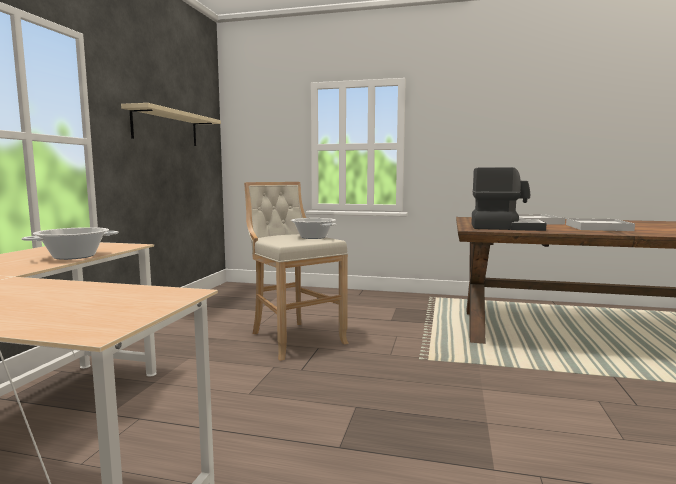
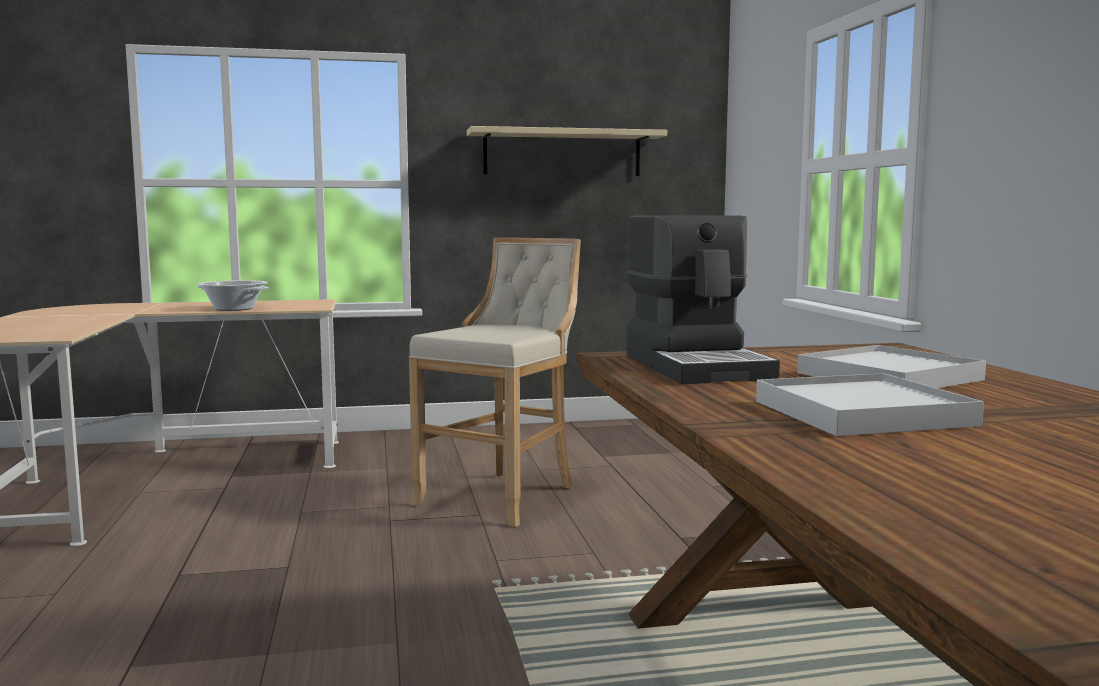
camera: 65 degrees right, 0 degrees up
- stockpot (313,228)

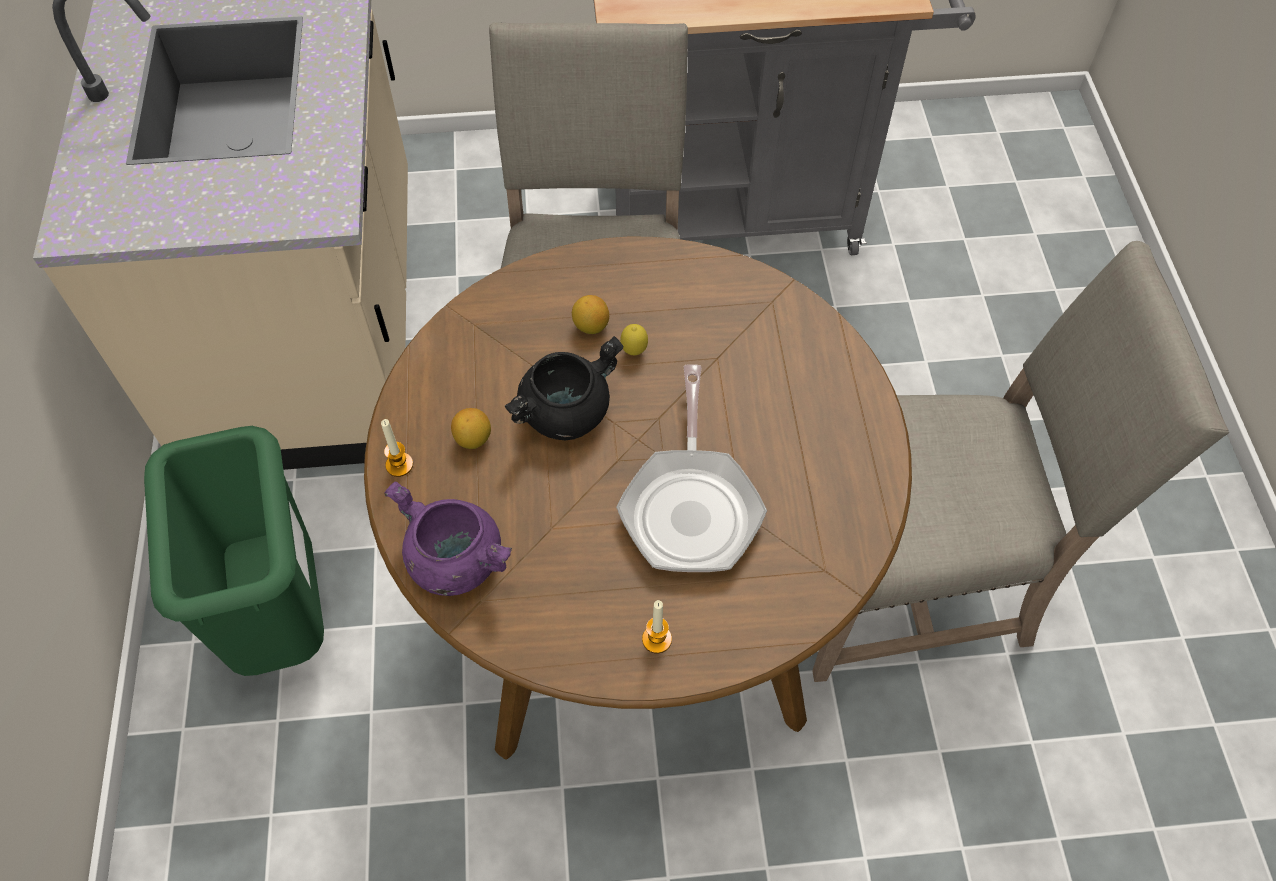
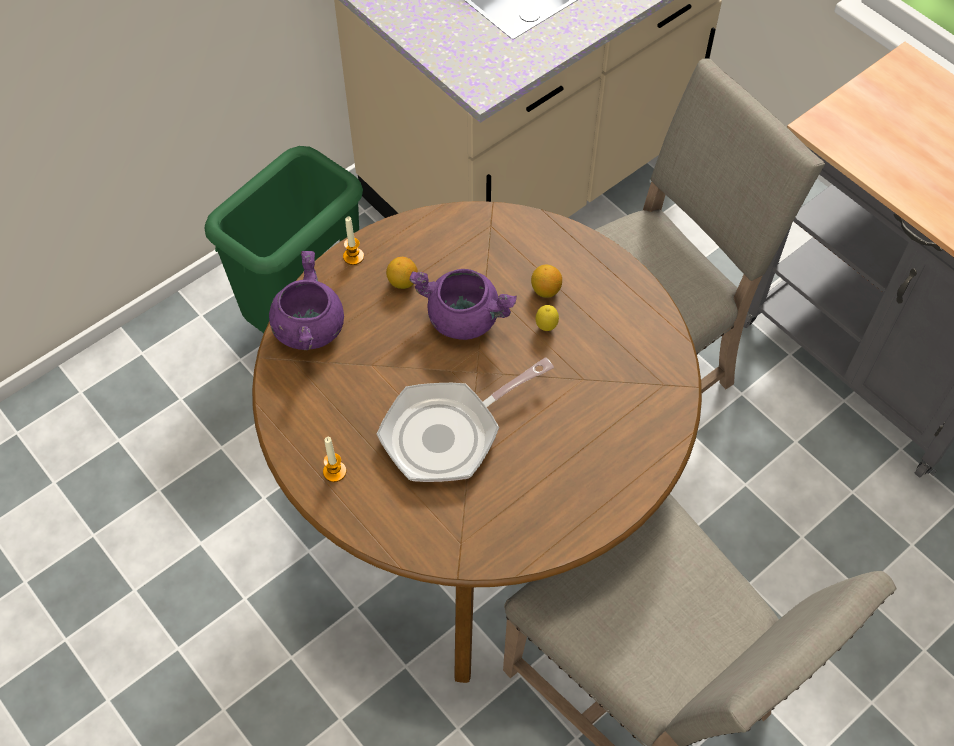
camera: 55 degrees right, 0 degrees up
~ stockpot (blackish) (564,388) to stockpot (purple) (463,304)

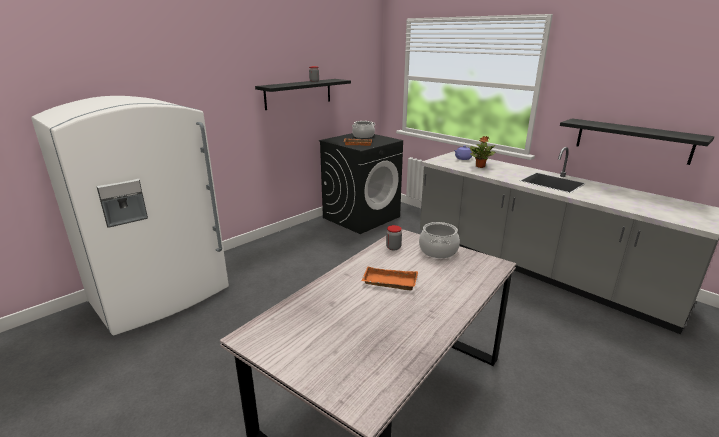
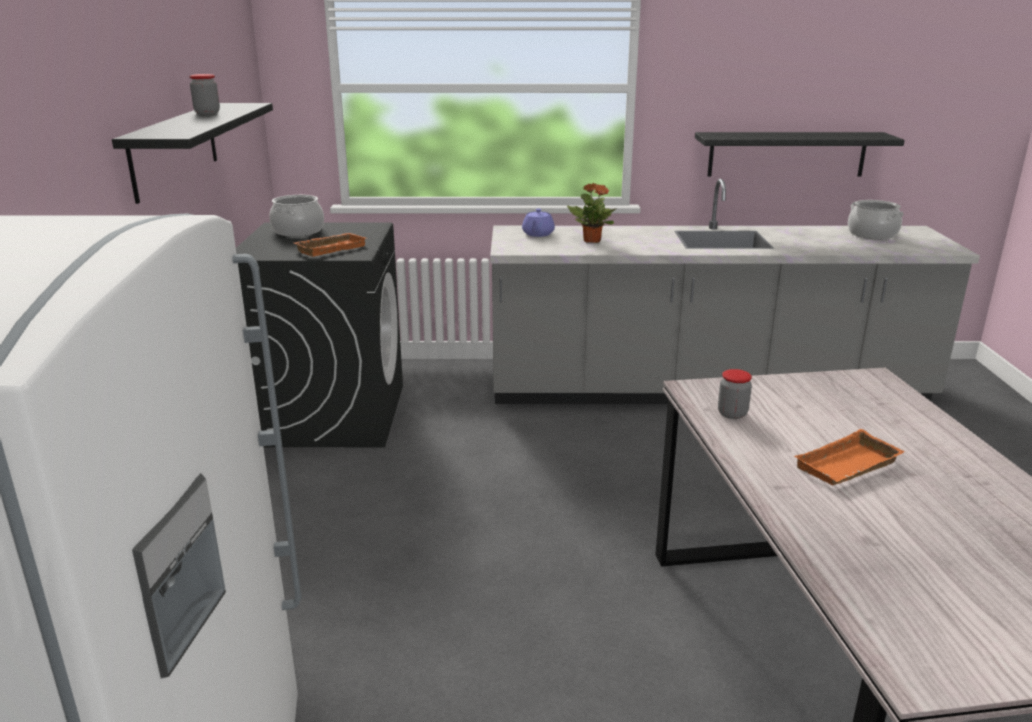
camera: 45 degrees left, 0 degrees up
~ stockpot (439,240) to (876,219)

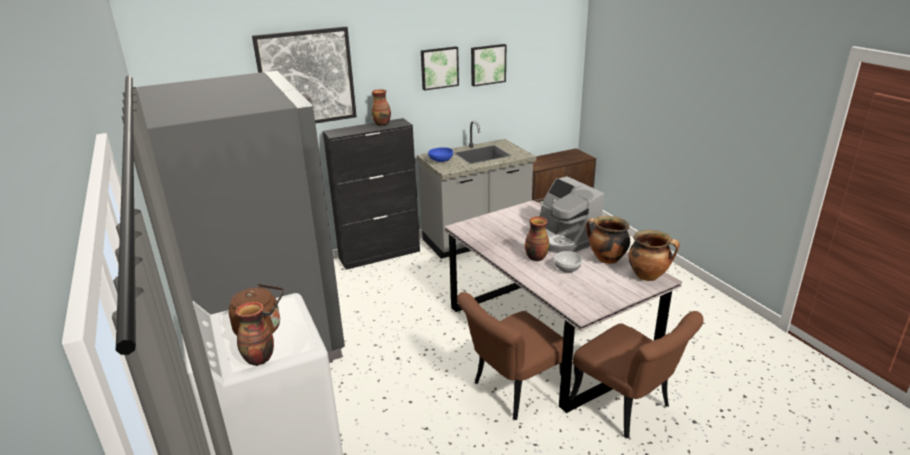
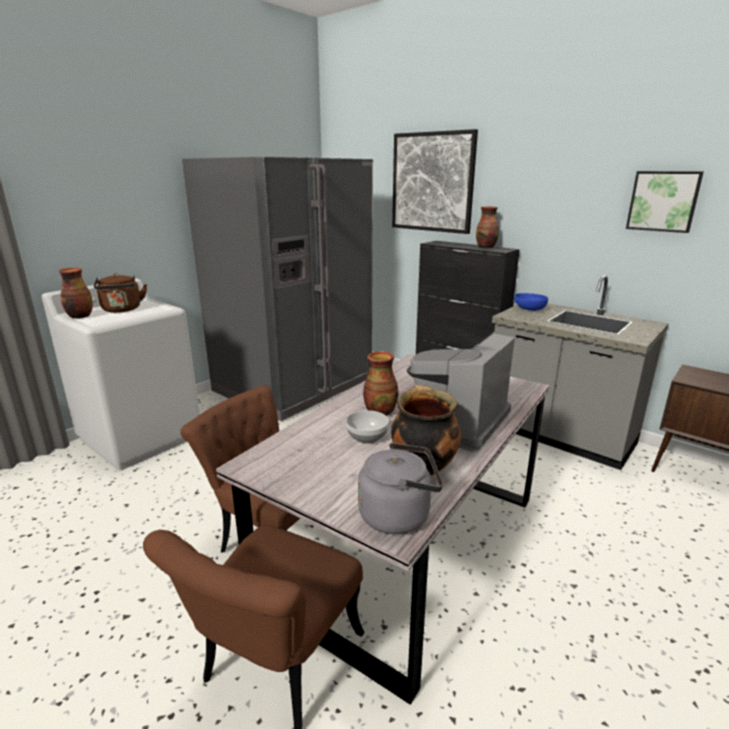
camera: 65 degrees right, 5 degrees down
~ stockpot (654,255) to water kettle (greyish) (400,488)
- wall art (440,68)

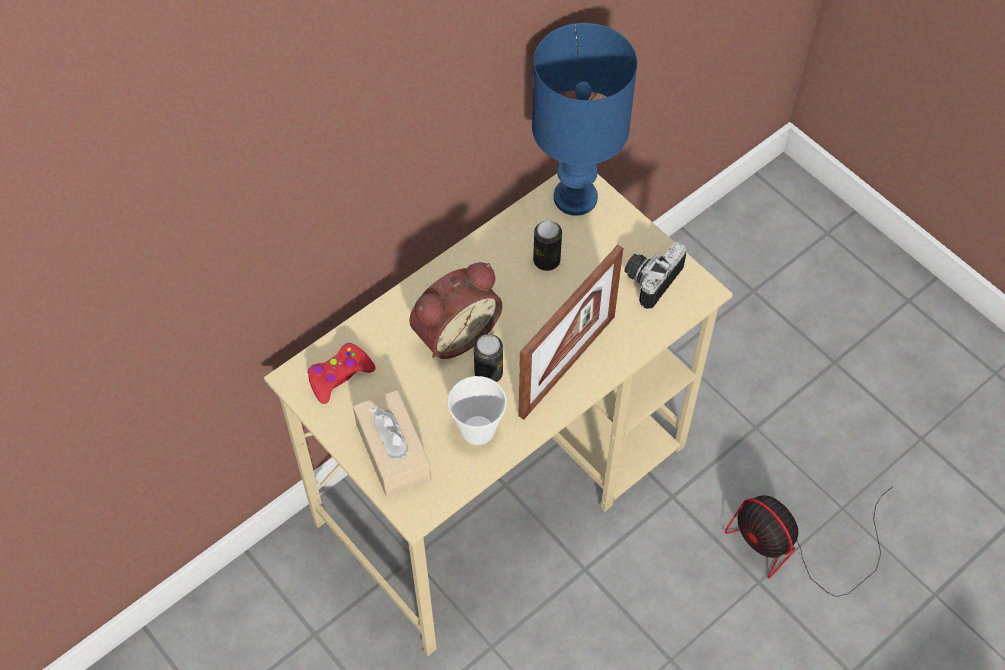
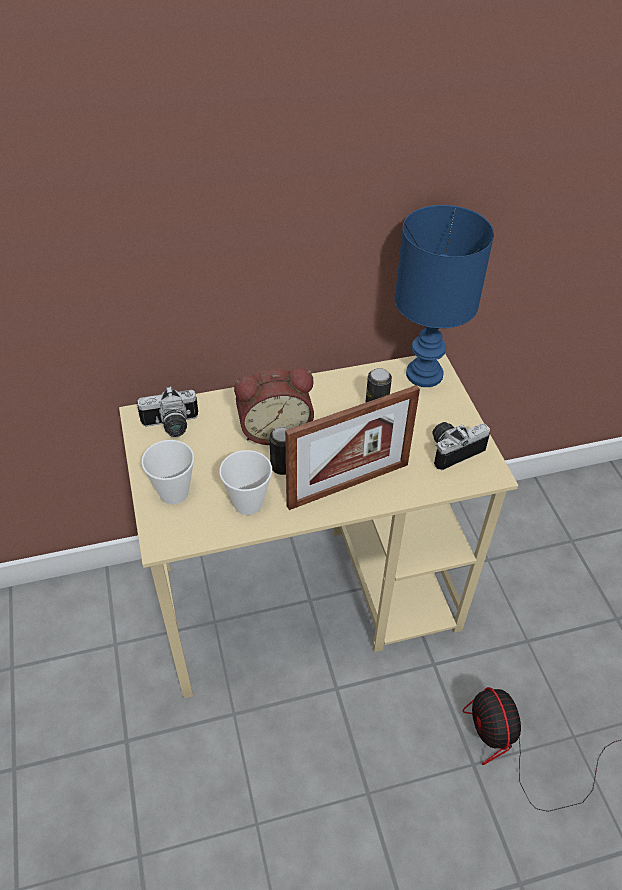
camera: 25 degrees right, 10 degrees down
~ game controller (red) (341,373) to still camera (167,411)
~ tissue holder (beige) (392,444) to drinking cup (167,472)

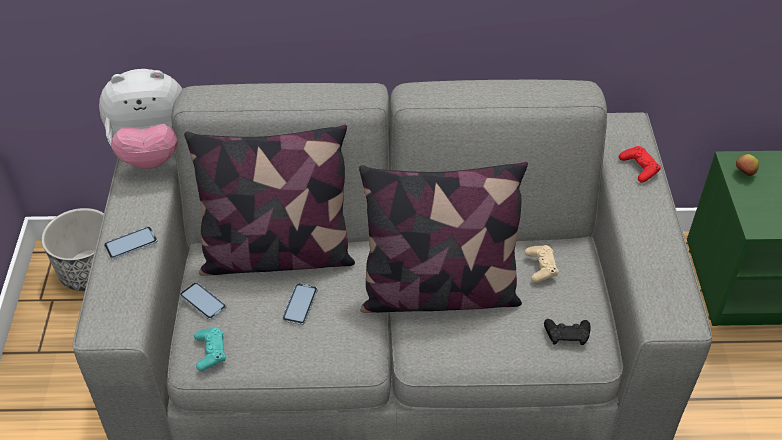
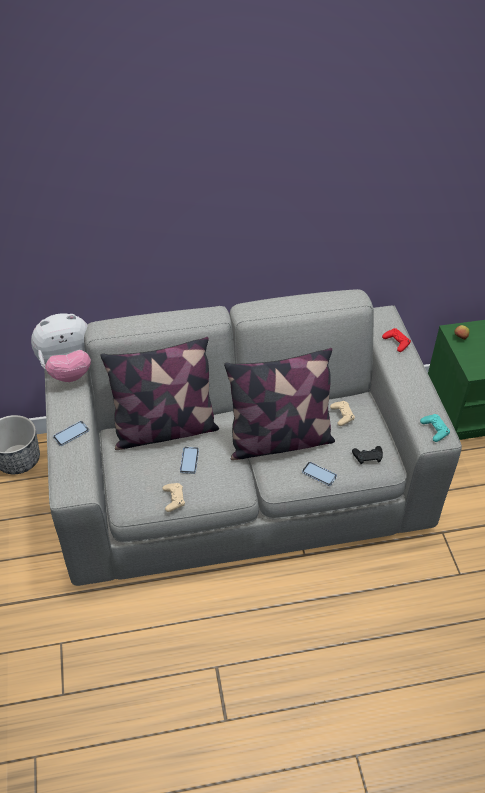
camera: 10 degrees left, 0 degrees up
+ game controller (beige) (173,497)
~ handset (203,301) to (319,474)
~ game controller (turquoise-coloured) (210,349) to (435,428)

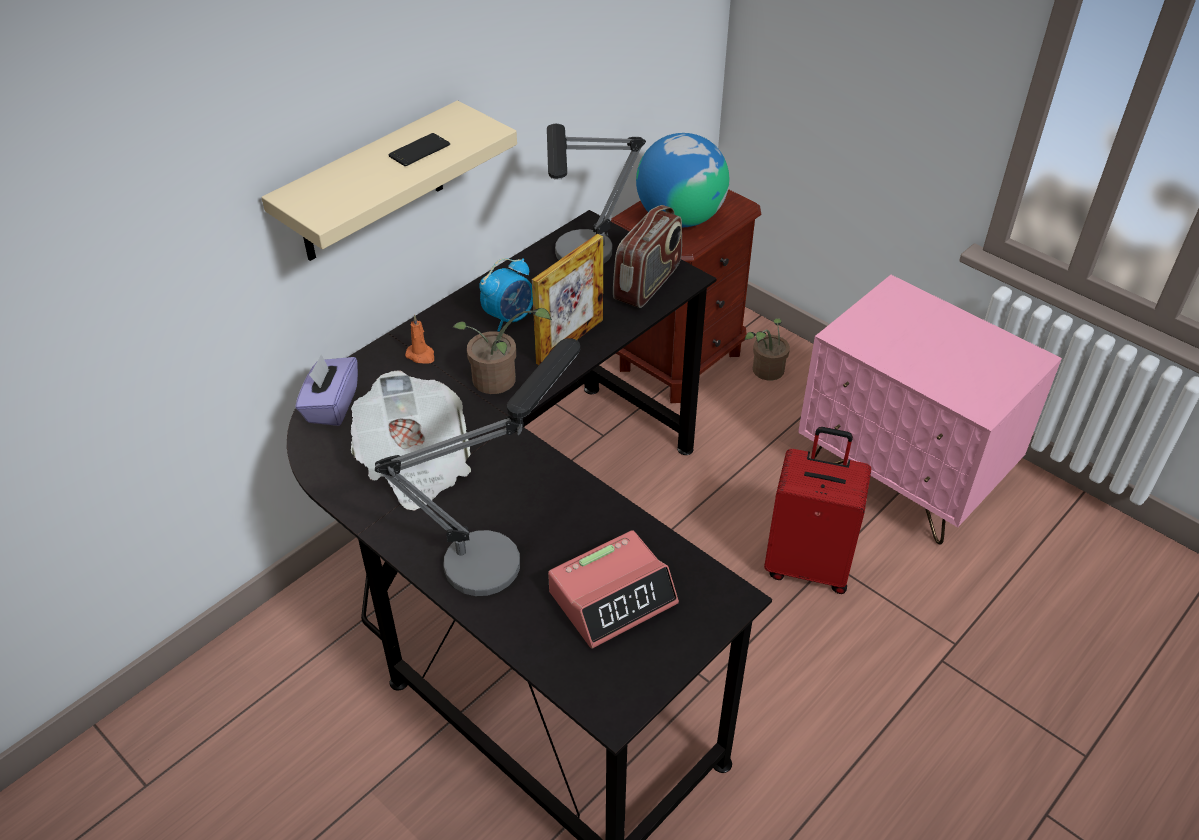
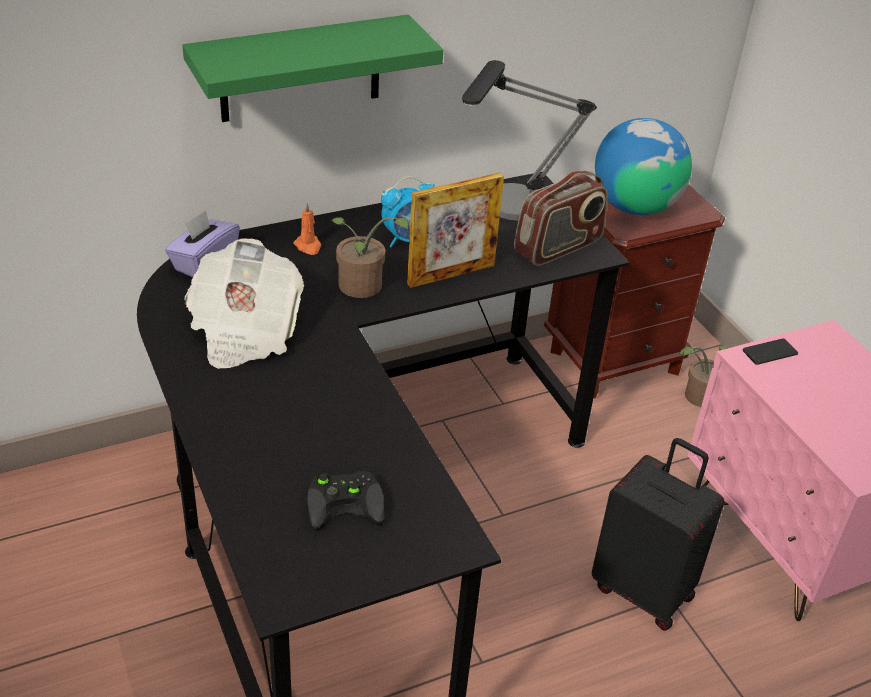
camera: 20 degrees right, 5 degrees down
~ bracket shelf (beige) (389,180) to bracket shelf (green-coloured) (312,68)
~ bedside clock (613,589) to game controller (blackish) (346,501)
~ piece of luggage (red) (817,510) to piece of luggage (blackish) (658,534)
~ handset (419,149) to (770,351)
- table lamp (477,467)

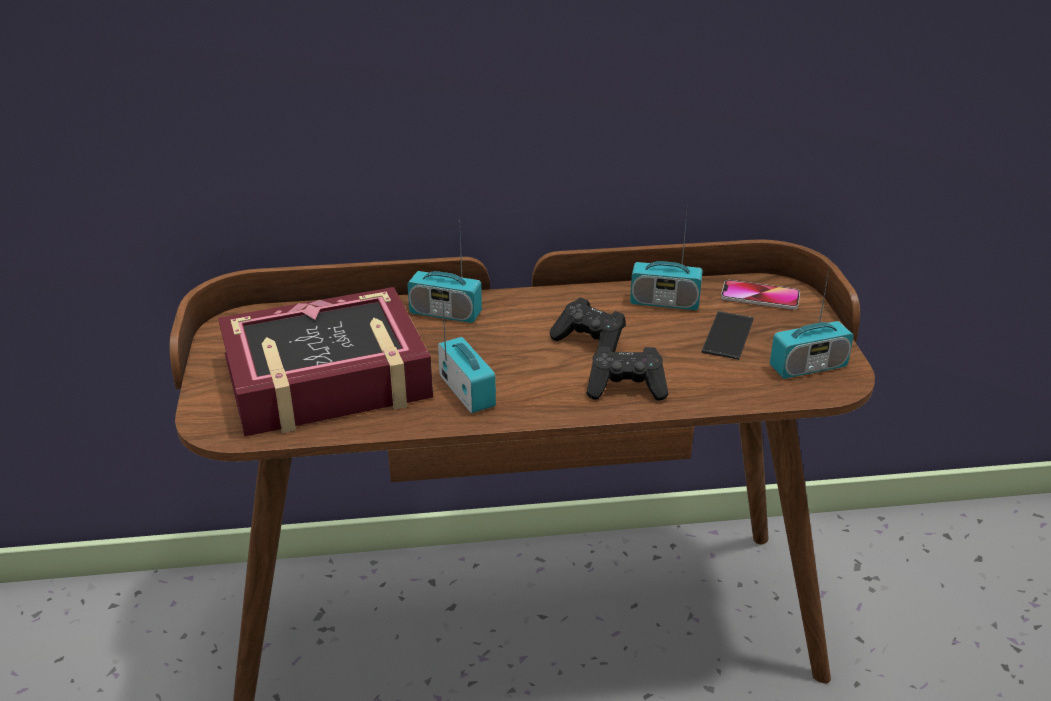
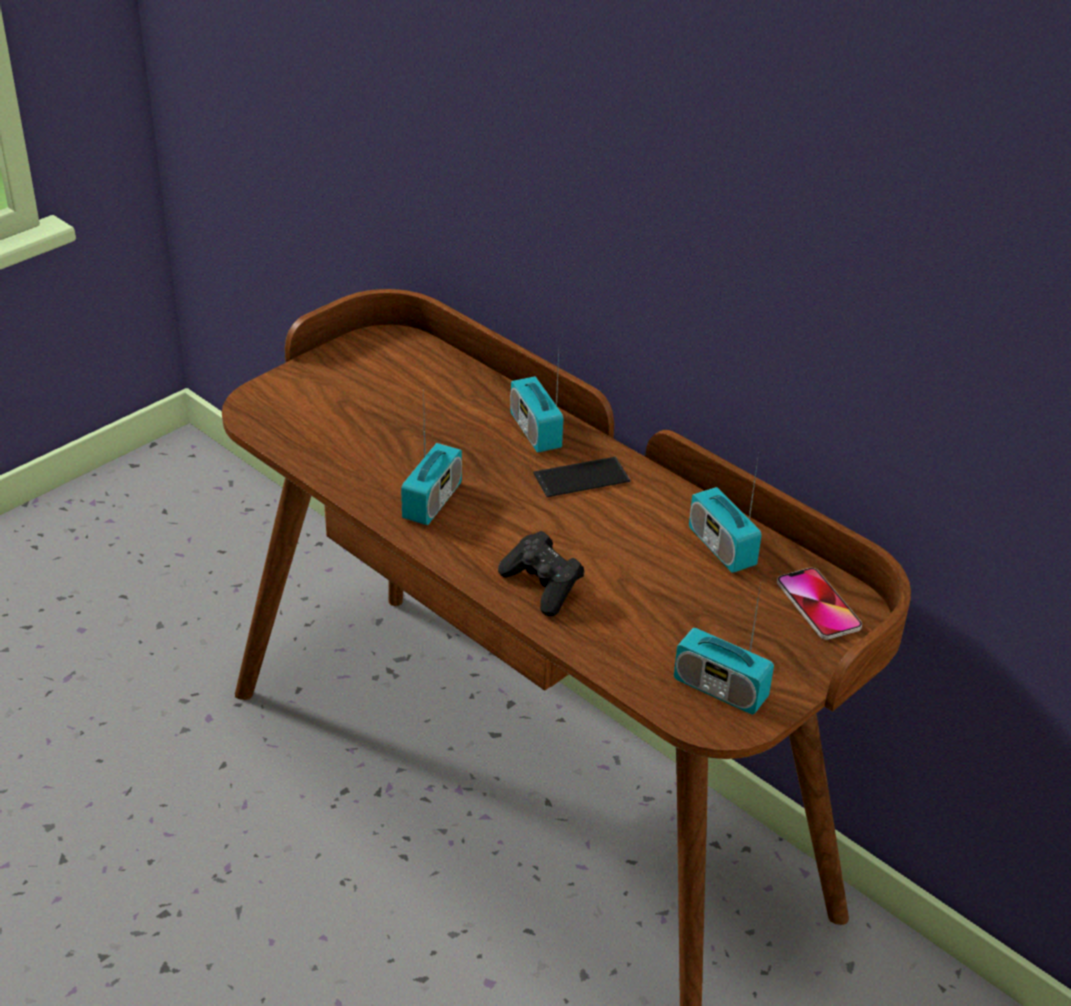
camera: 50 degrees right, 5 degrees up
~ handset (727,335) to (581,477)
- book (325,362)
- game controller (blackish) (588,325)

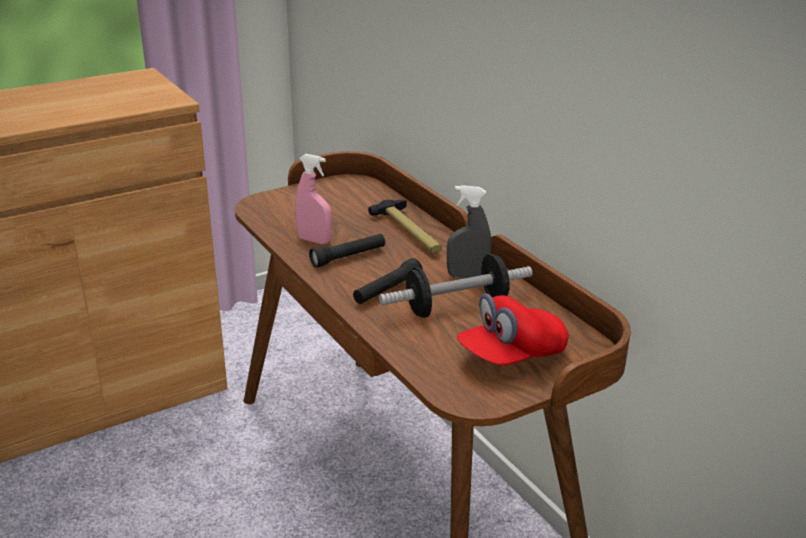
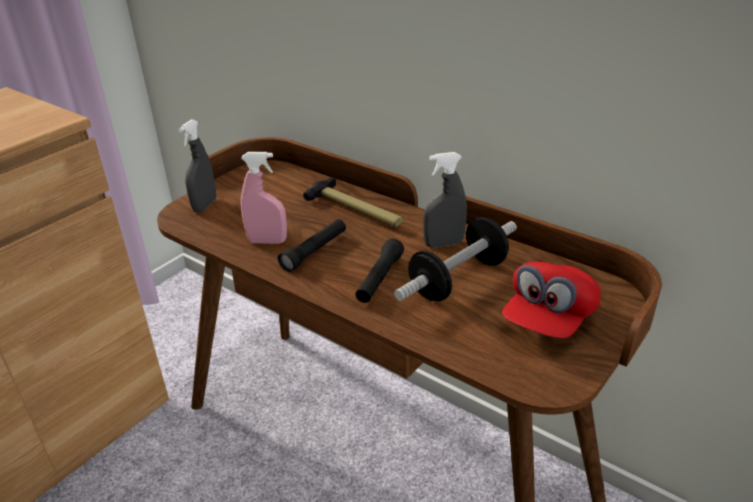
camera: 20 degrees left, 5 degrees up
+ hand sprayer (greyish) (197,165)

